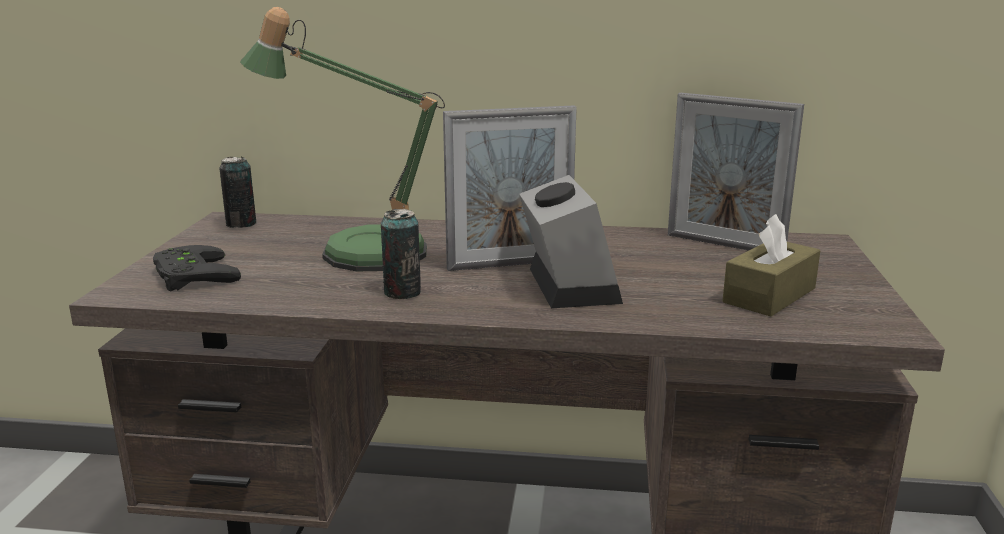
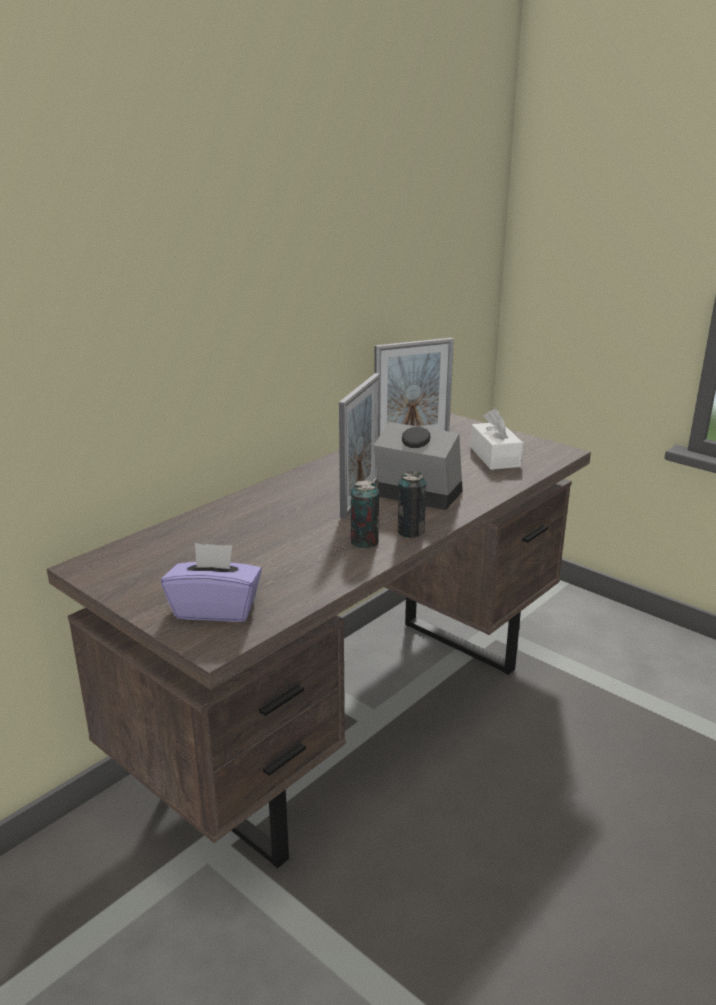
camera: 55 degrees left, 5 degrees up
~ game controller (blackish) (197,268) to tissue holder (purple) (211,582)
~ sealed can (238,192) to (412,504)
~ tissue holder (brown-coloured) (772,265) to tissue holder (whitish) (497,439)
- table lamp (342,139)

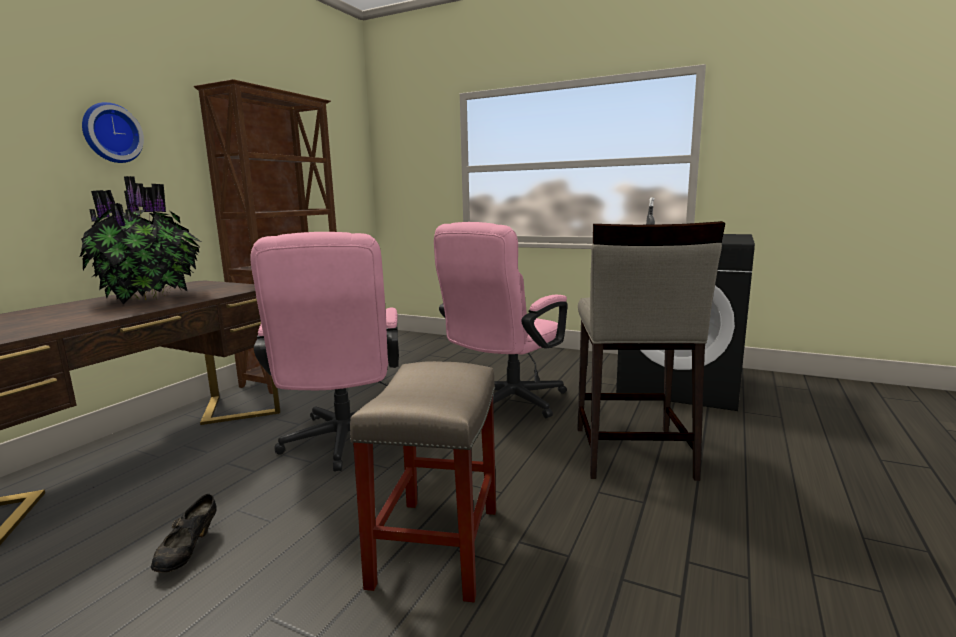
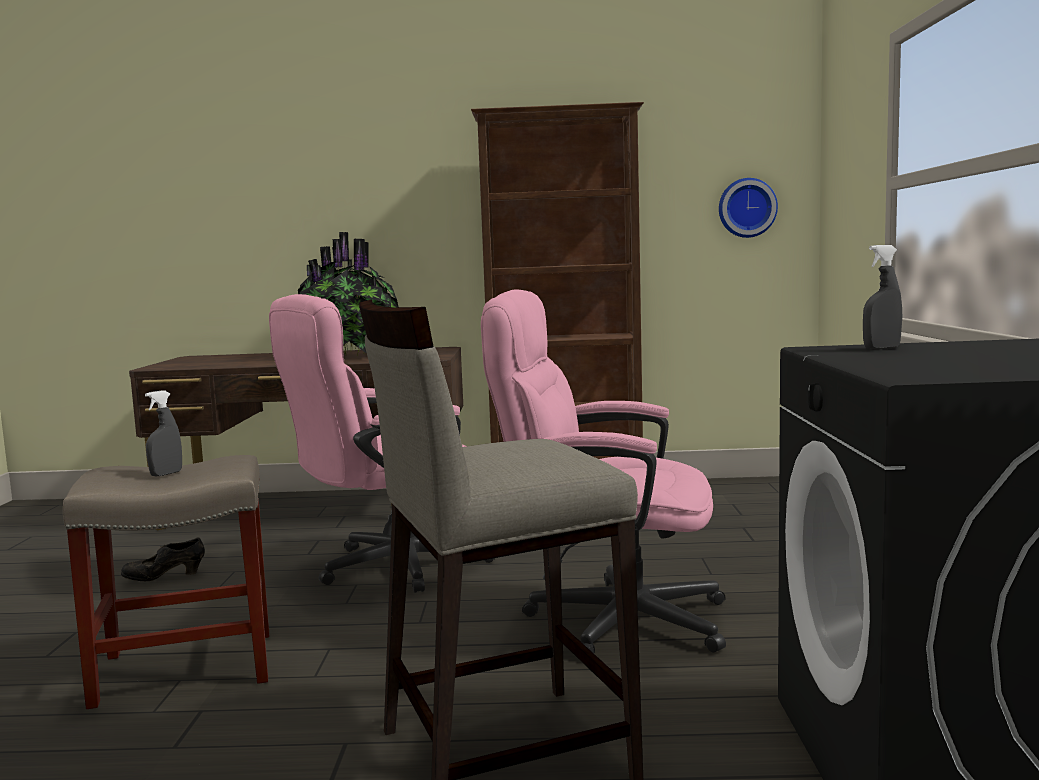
camera: 65 degrees right, 5 degrees down
+ hand sprayer (greyish) (163,433)
~ hanging clock (113,132) to (748,208)

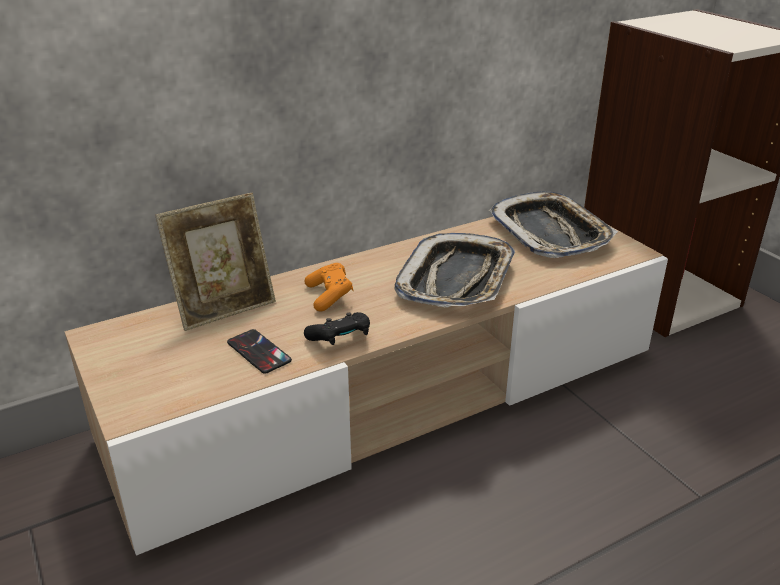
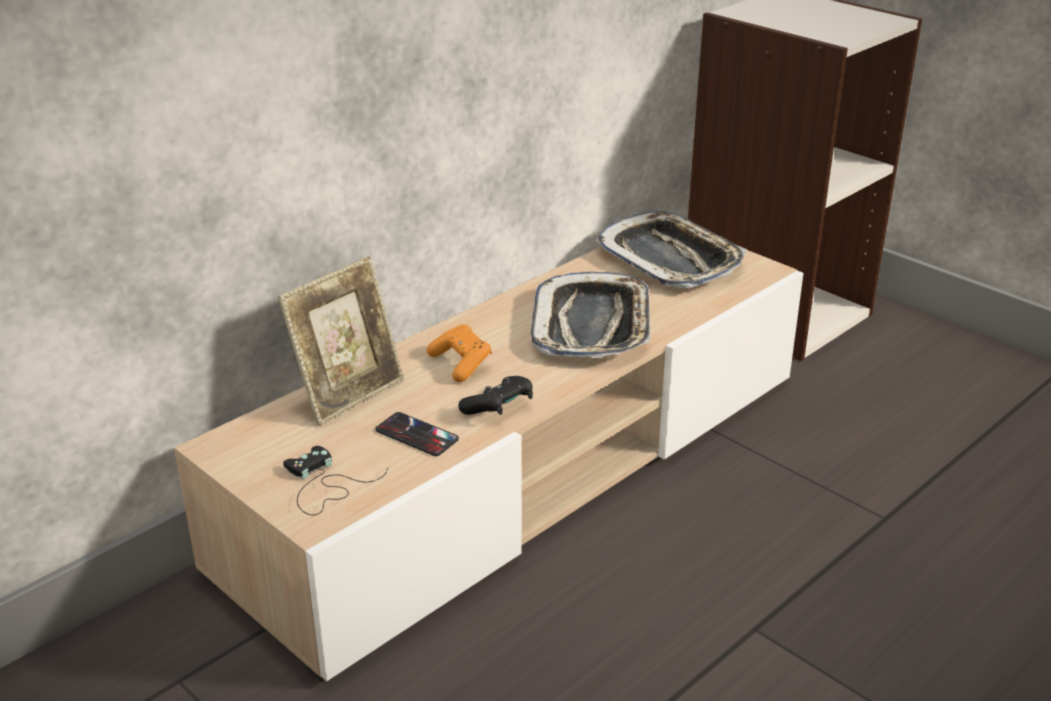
camera: 15 degrees left, 0 degrees up
+ game controller (blackish) (335,480)

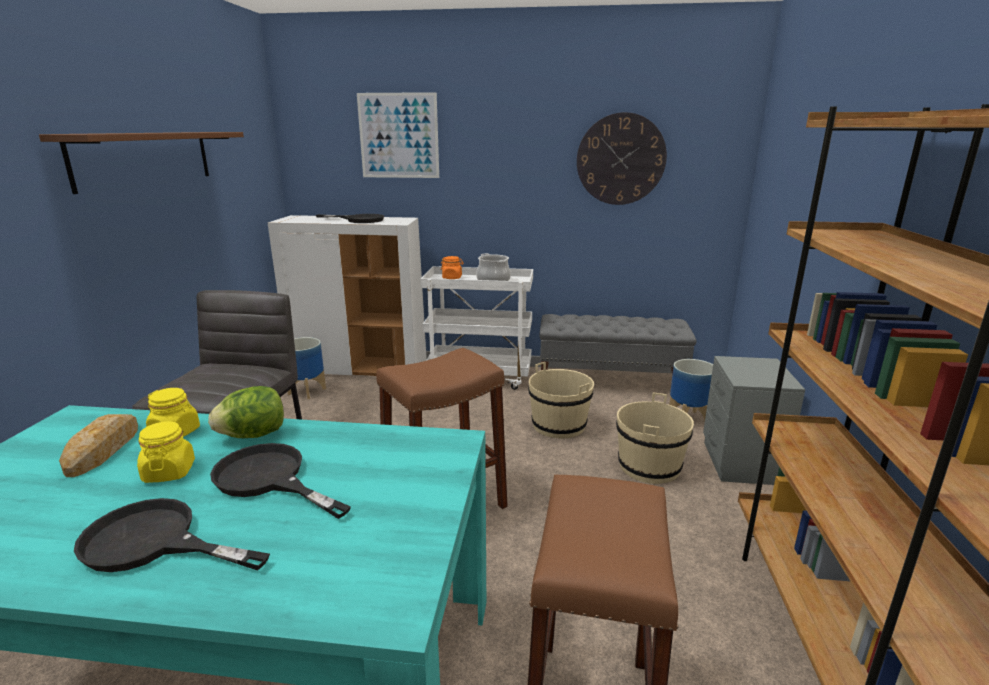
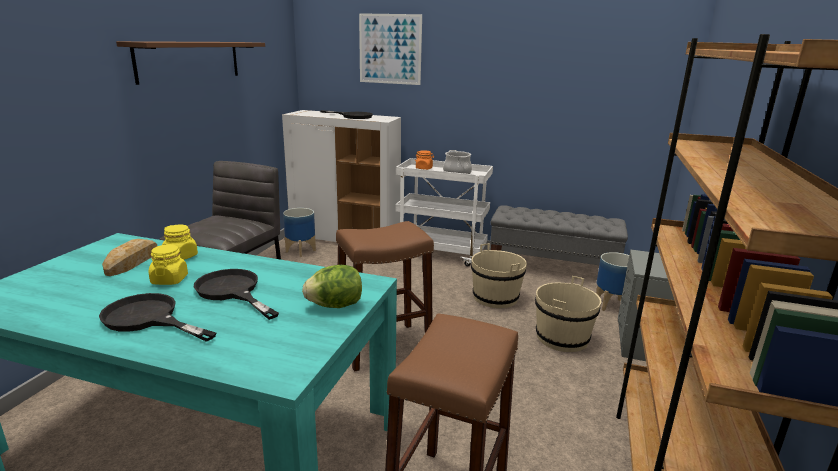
camera: 10 degrees right, 0 degrees up
~ lettuce (246,412) to (332,286)
- hanging clock (622,158)

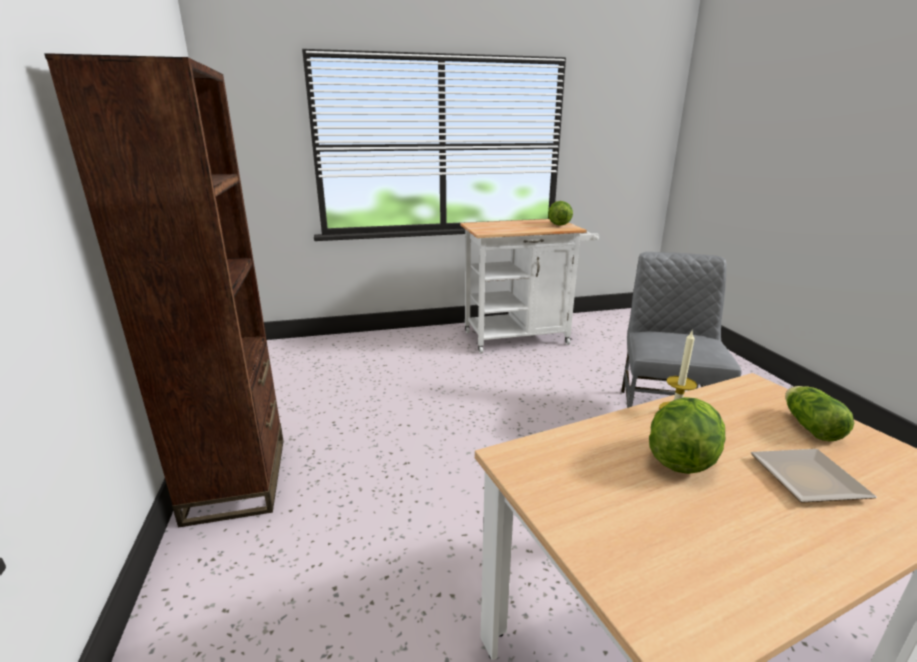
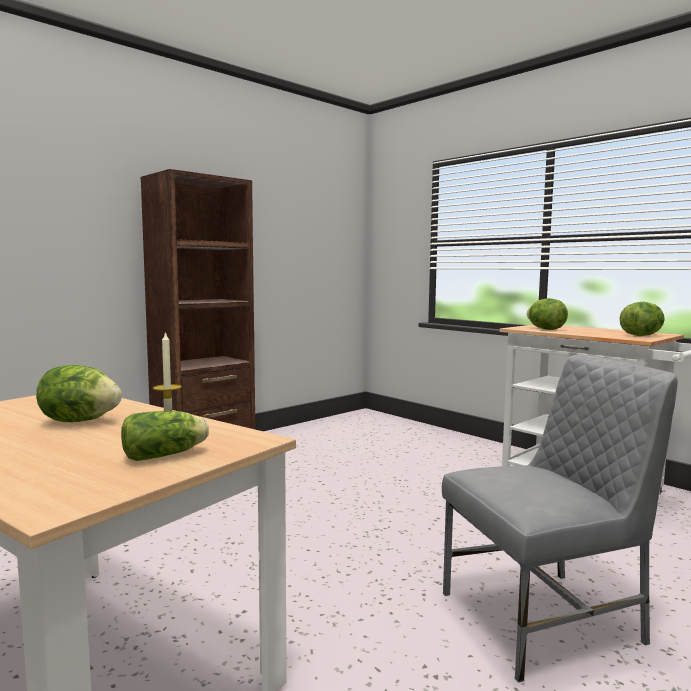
camera: 60 degrees right, 15 degrees down
+ lettuce (547,314)
- plate (814,476)

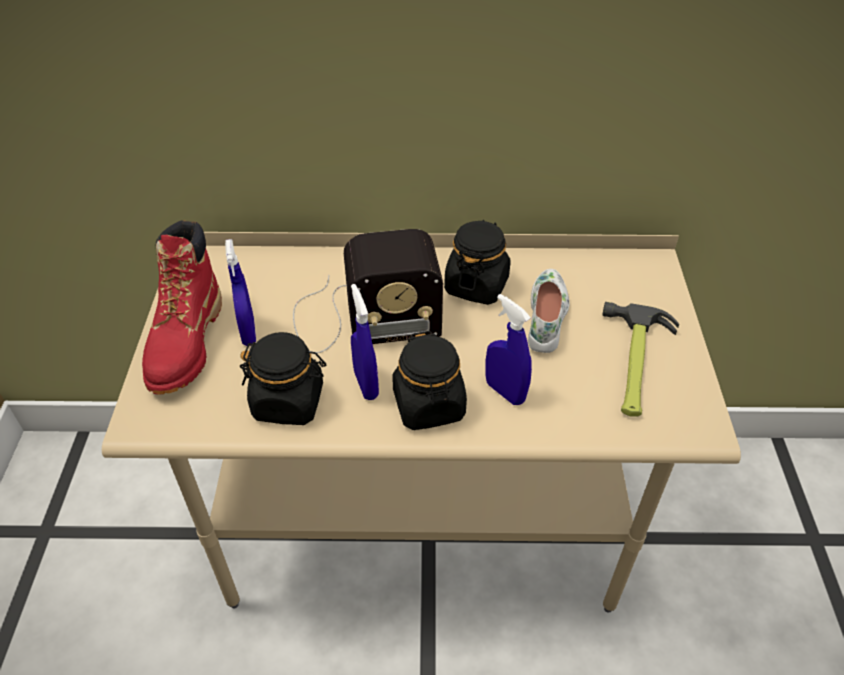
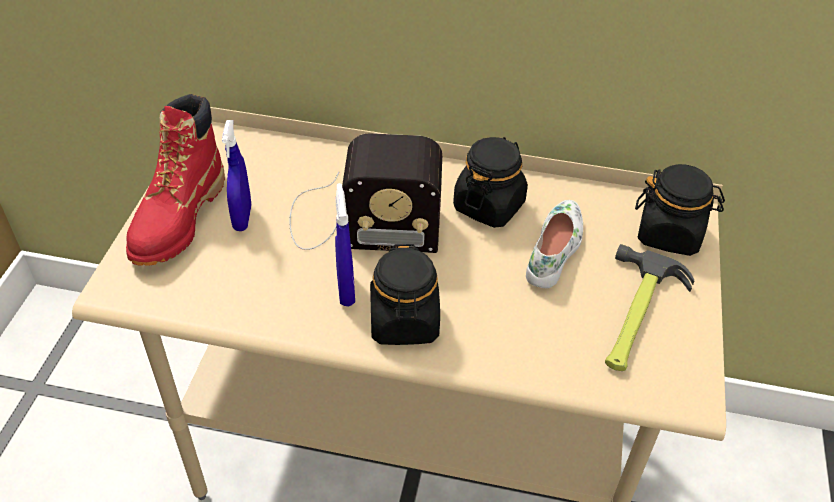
camera: 10 degrees right, 0 degrees up
~ storage jar (blackish) (283,378) to (680,210)
- hand sprayer (bluish) (508,349)

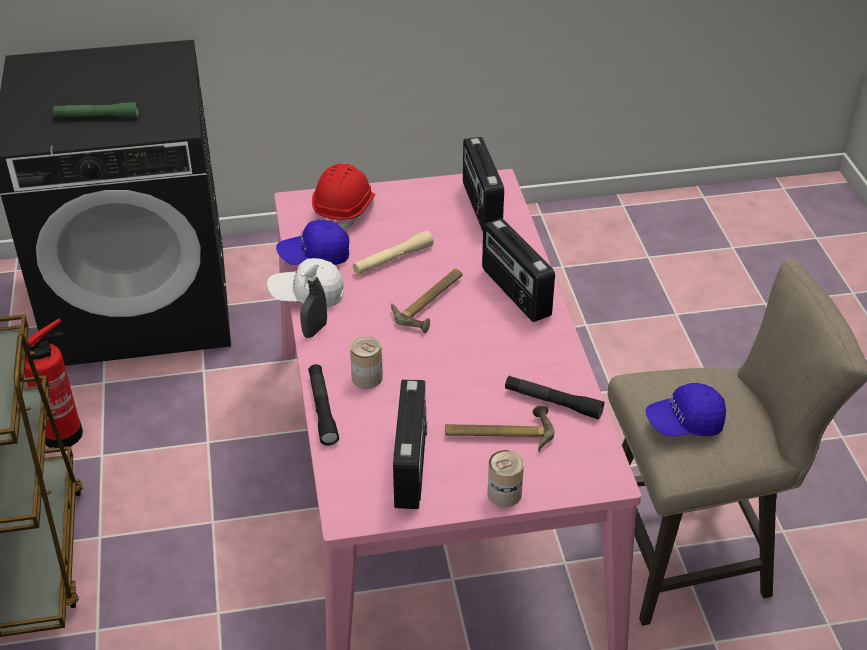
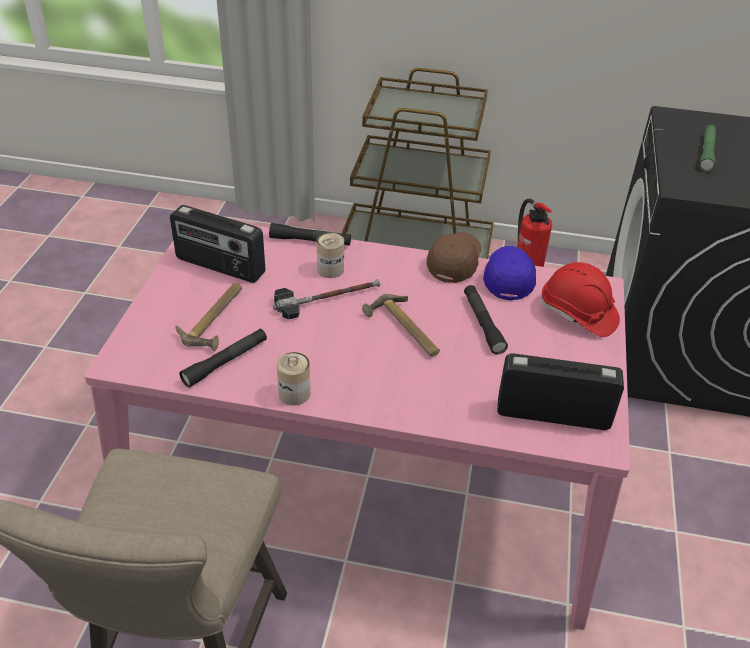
camera: 110 degrees right, 0 degrees up
+ hammer (326,299)
~ sealed can (506,478) to (294,378)
~ cap (whitish) (305,282) to cap (brown-coloured) (454,257)
~ flashlight (beige) (393,252) to flashlight (blackish) (486,320)
- hand sprayer (greyish) (313,301)
- radio (518,270)
- cap (bluish) (686,409)

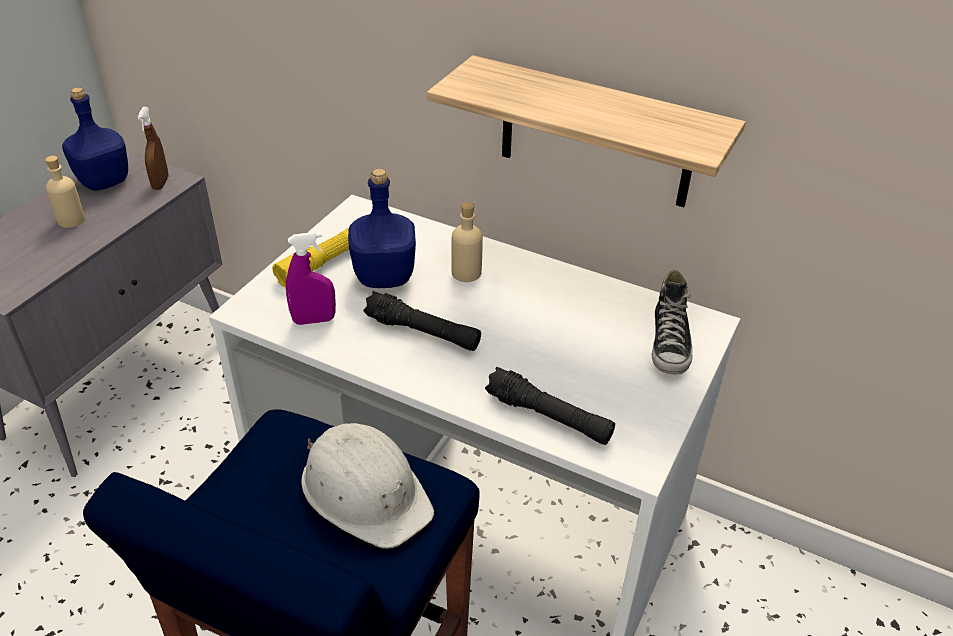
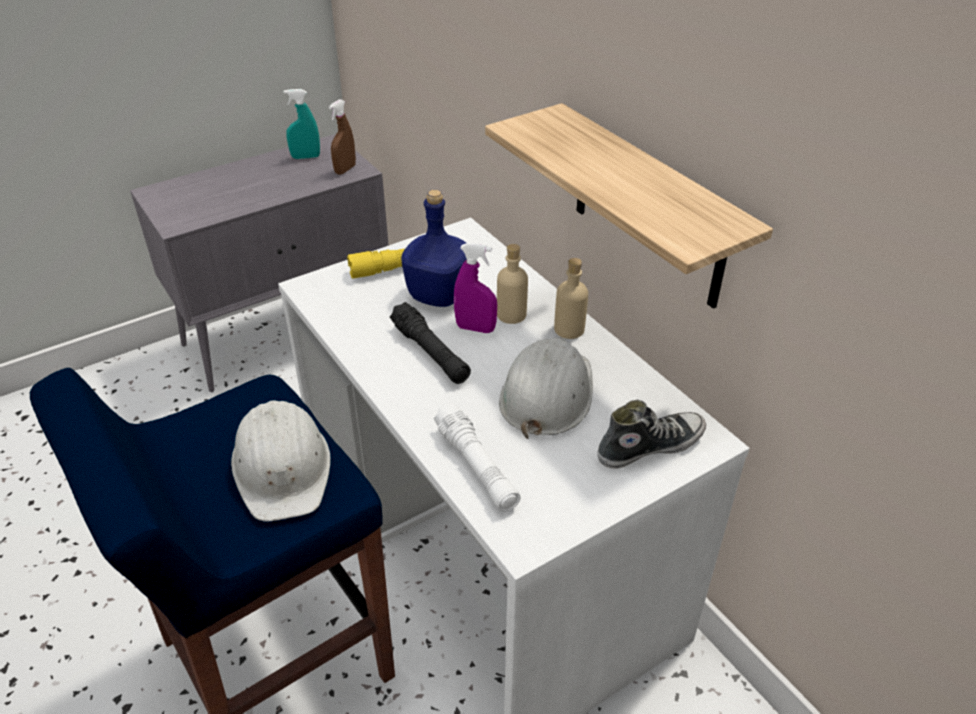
camera: 30 degrees right, 0 degrees up
~ drink bottle (bluish) (95,139) to hand sprayer (turquoise-coloured) (302,124)
~ flashlight (blackish) (550,406) to flashlight (whitish) (477,457)
~ hand sprayer (purple) (311,278) to (475,288)
+ safety helmet (whitish) (546,388)
~ drink bottle (beige) (65,192) to (571,298)
~ low shoe (672,322) = (651,433) 150 degrees counterclockwise

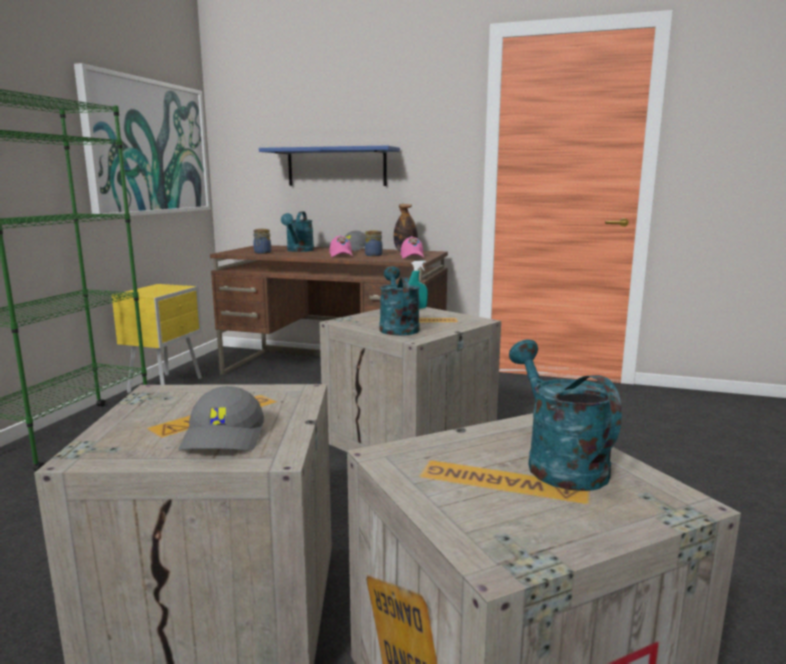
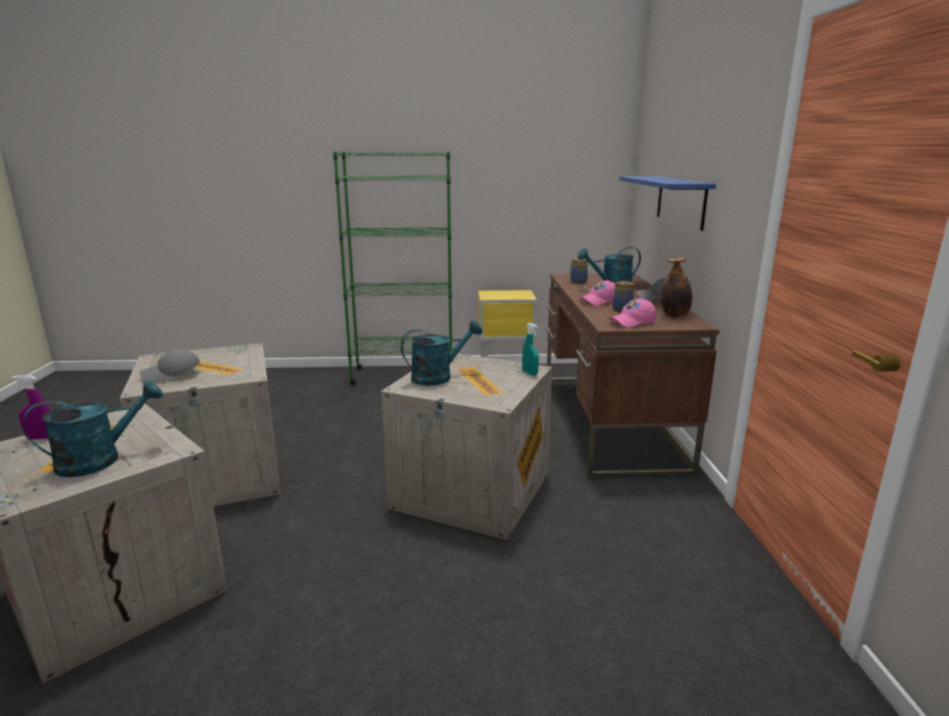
camera: 70 degrees right, 5 degrees up
+ hand sprayer (purple) (31,407)
- wall art (142,140)

